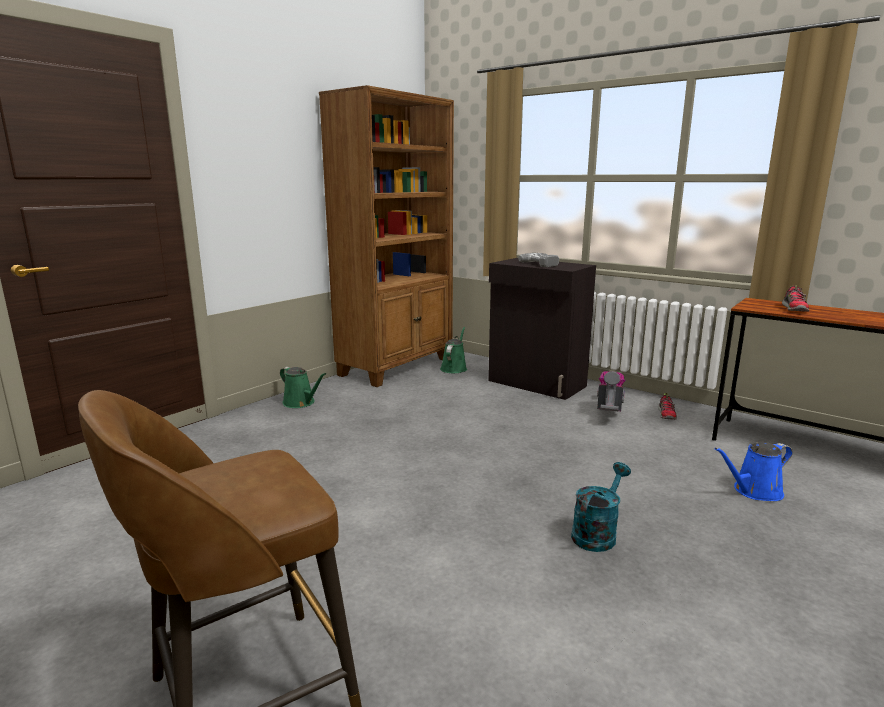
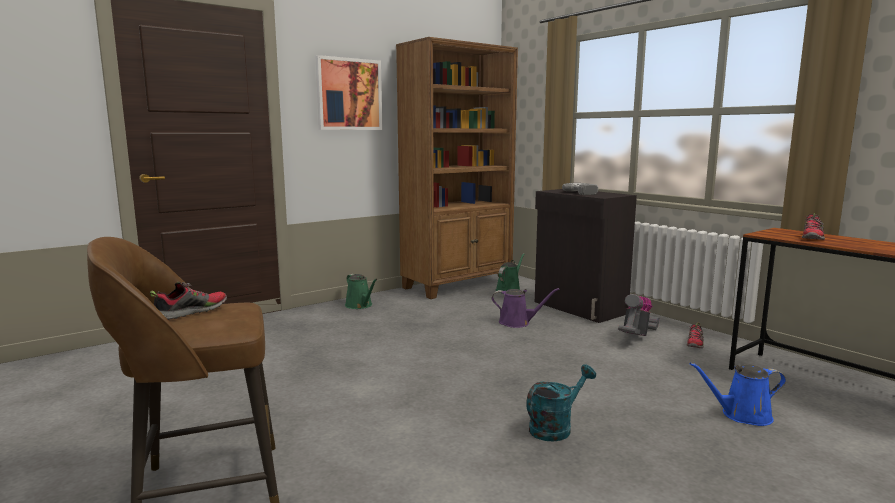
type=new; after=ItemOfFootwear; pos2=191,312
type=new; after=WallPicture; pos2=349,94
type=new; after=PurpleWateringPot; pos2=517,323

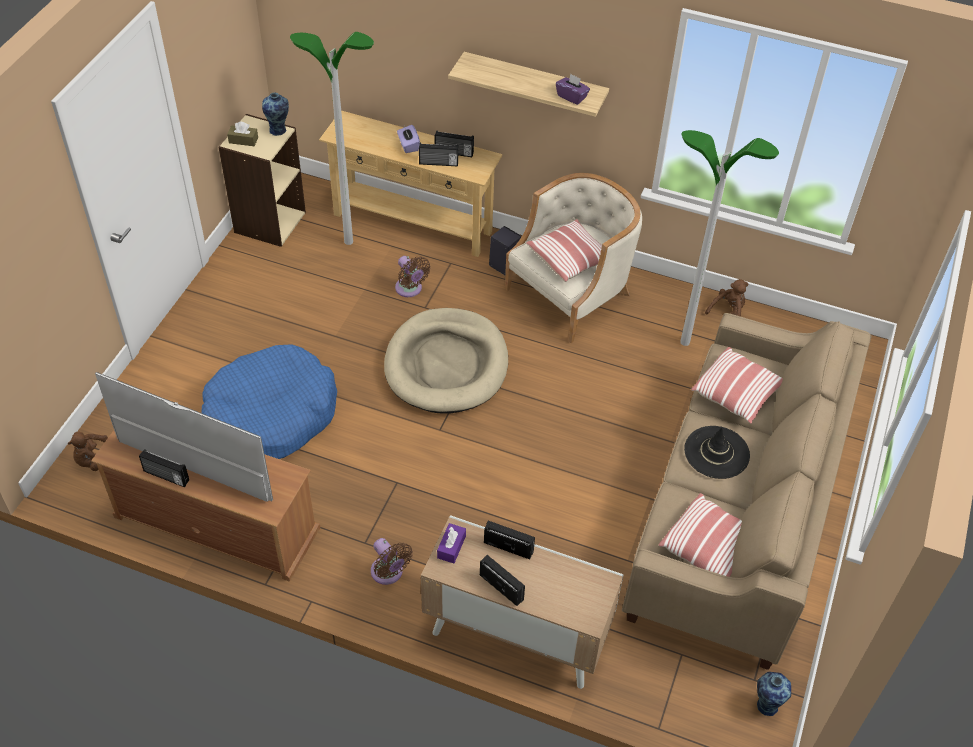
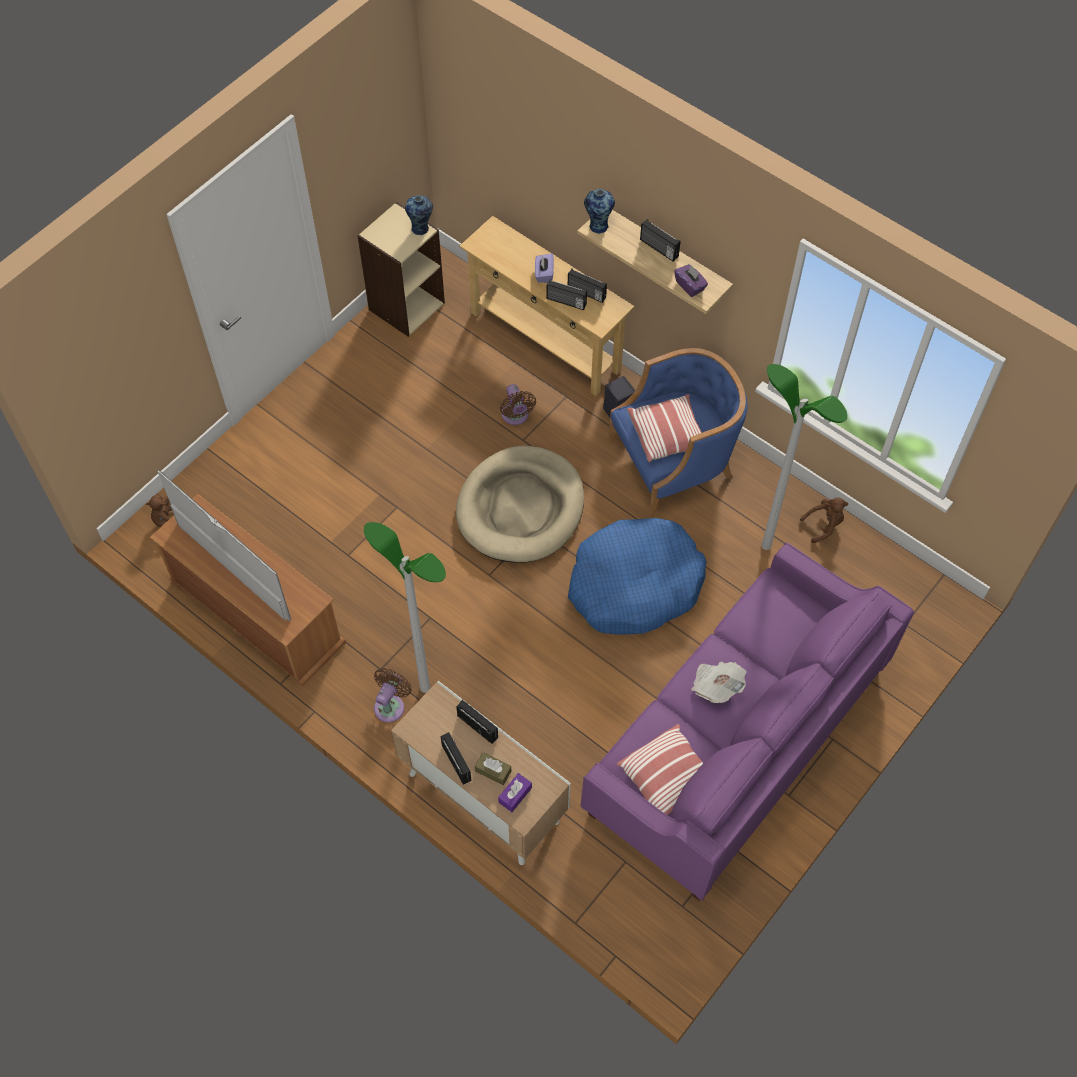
type=gone; before=Pillow; pos1=737,393
type=shifted; before=Radio; pos1=166,476; pos2=658,248
type=shifted; before=BluePetBed; pos1=269,416; pos2=634,585
type=shifted; before=BrownTissueBox; pos1=243,140; pos2=493,771
type=shifted; before=FloorLamp; pos1=349,241; pos2=425,687
type=shifted; before=PurpleTissueBox; pos1=451,547; pos2=515,795
type=shifted; before=Vase; pos1=766,705; pos2=598,225
type=swapped; before=BlackishClothingHat; after=DailyPaper; pos1=716,452; pos2=716,686
type=repainted; before=SandColouredEasyChair; after=BlueEasyChair; pos1=572,293; pos2=674,461
type=repainted; before=SandColouredSofa; after=PurpleSofa; pos1=735,515; pos2=736,741
type=rotated; before=BrownCoolingFan; pos1=388,573; pos2=391,705; turn=-135

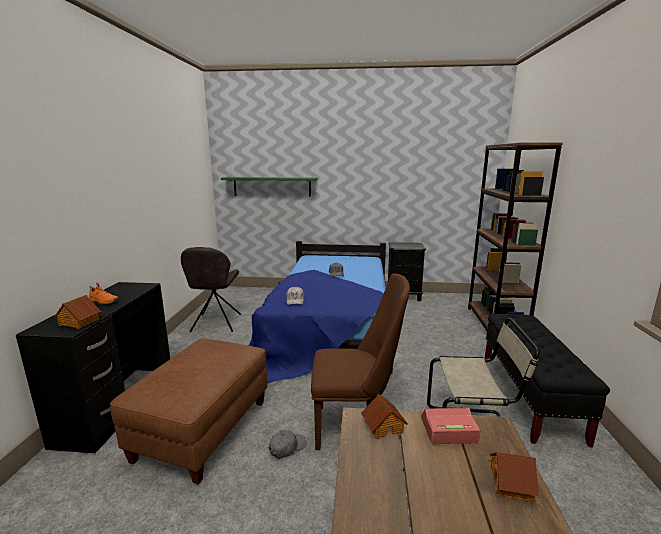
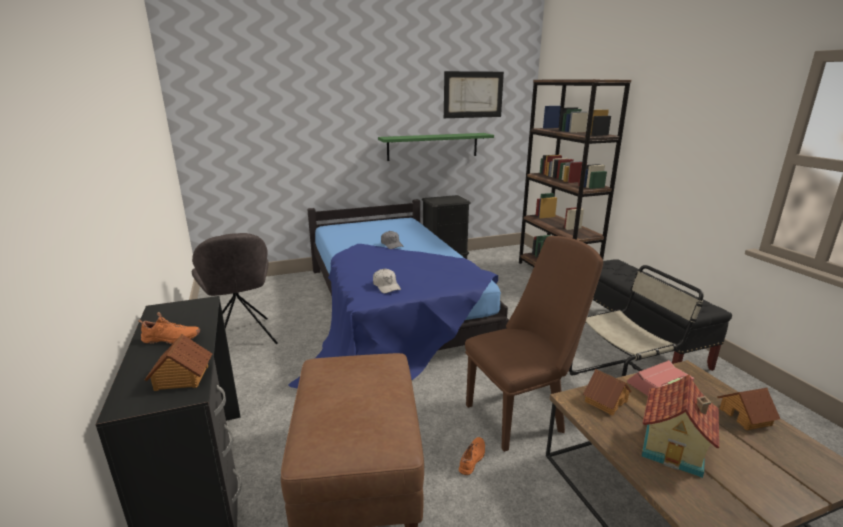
type=new; after=WallPicture; pos2=473,94
type=new; after=MiniatureHouse; pos2=675,449
type=shifted; before=GreenishShelf; pos1=272,186; pos2=433,146
type=swapped; before=GreyBaseballCap; after=OrangeyItemOfFootwear; pos1=287,447; pos2=473,459

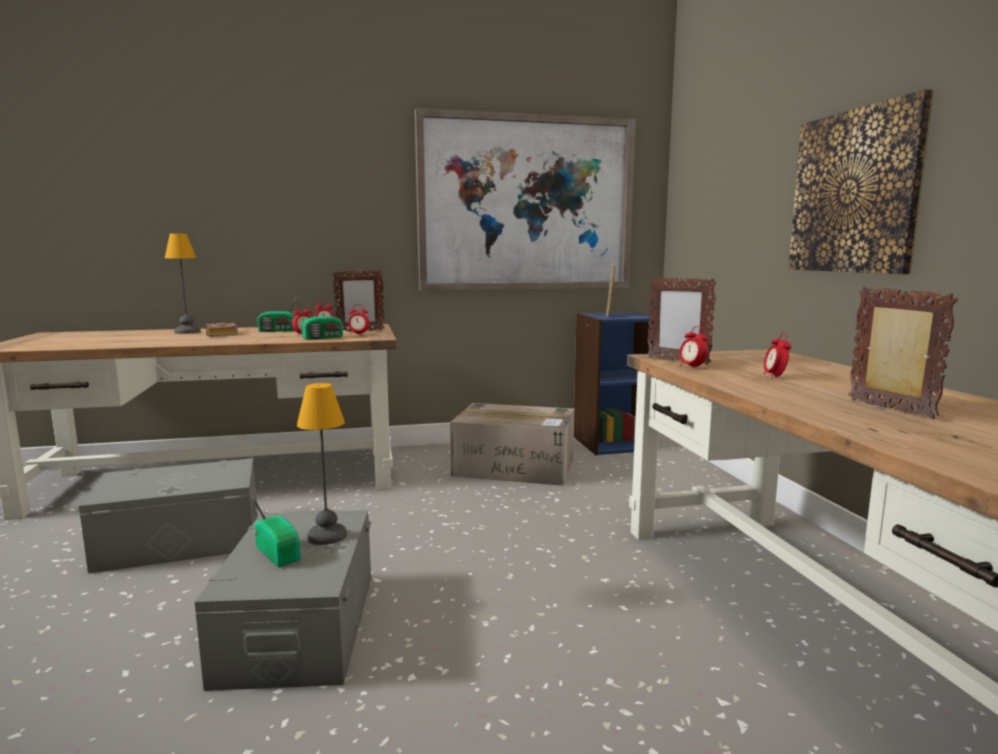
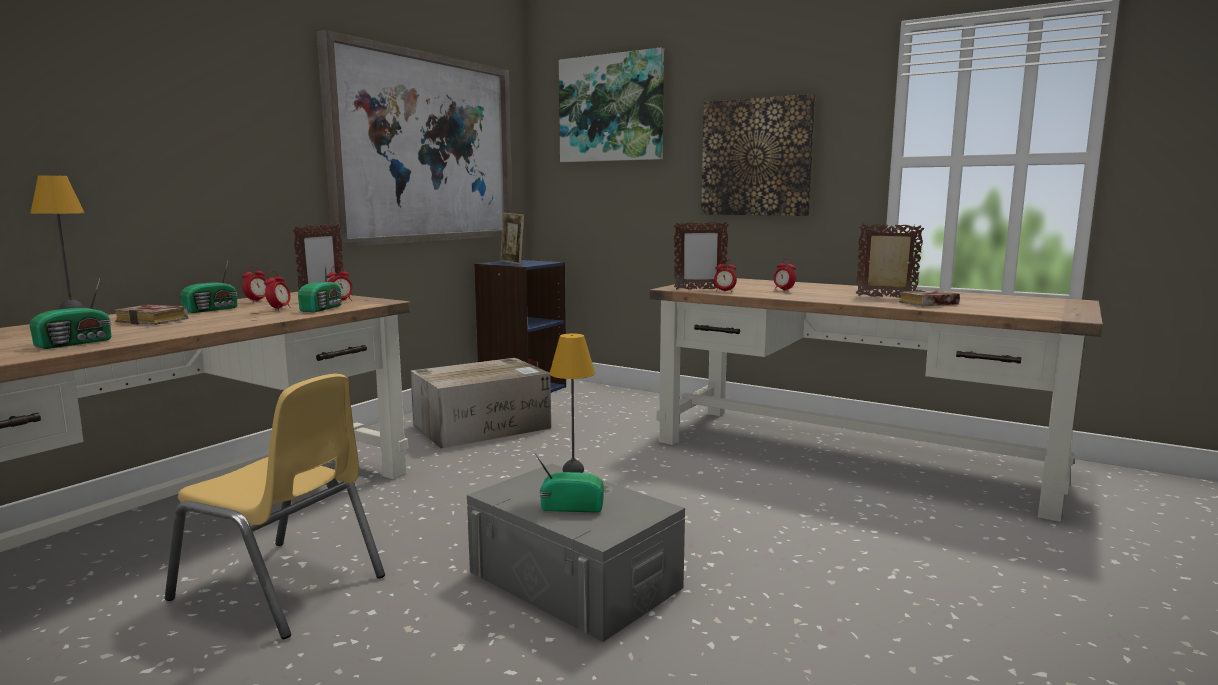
type=new; after=Radio; pos2=77,343
type=new; after=WallPicture; pos2=611,108
type=new; after=Book; pos2=928,304
type=swapped; before=GreyStorageBox; after=YellowUprightChair; pos1=181,540; pos2=280,588

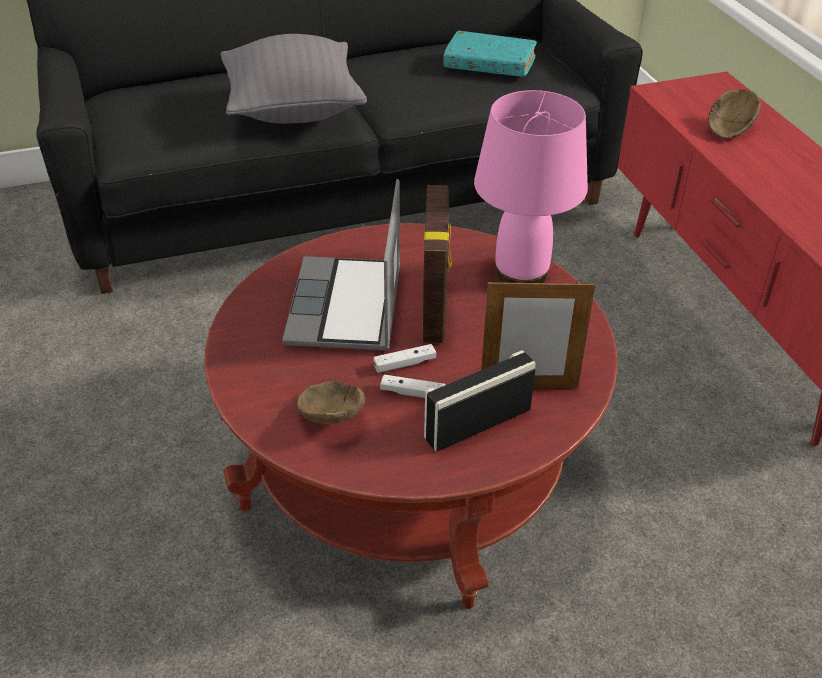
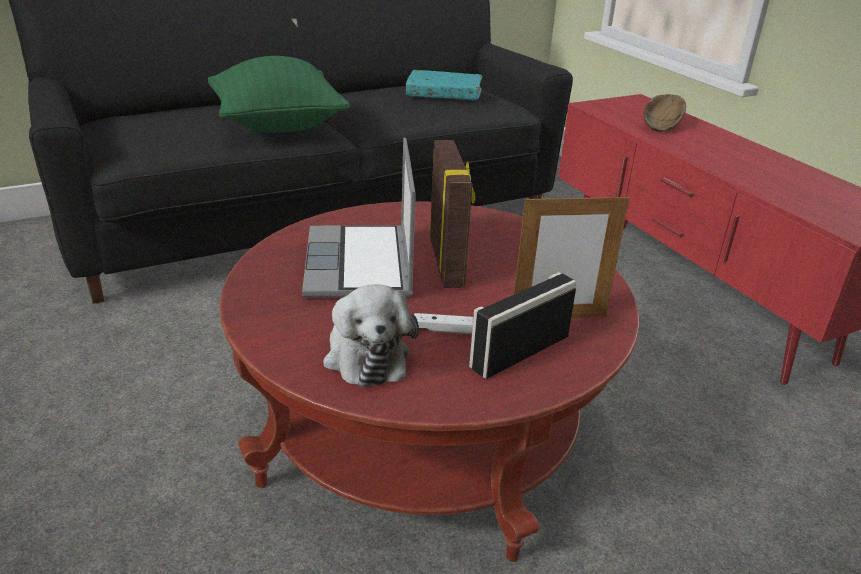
type=gone; before=WhiteGamepad; pos1=404,364
type=gone; before=PinkishTableLamp; pos1=520,274
type=swapped; before=BrownDeepDish; after=PlushToy; pos1=330,415; pos2=365,354
type=repainted; before=GreyPillow; after=GreenishPillow; pos1=293,110; pos2=278,125

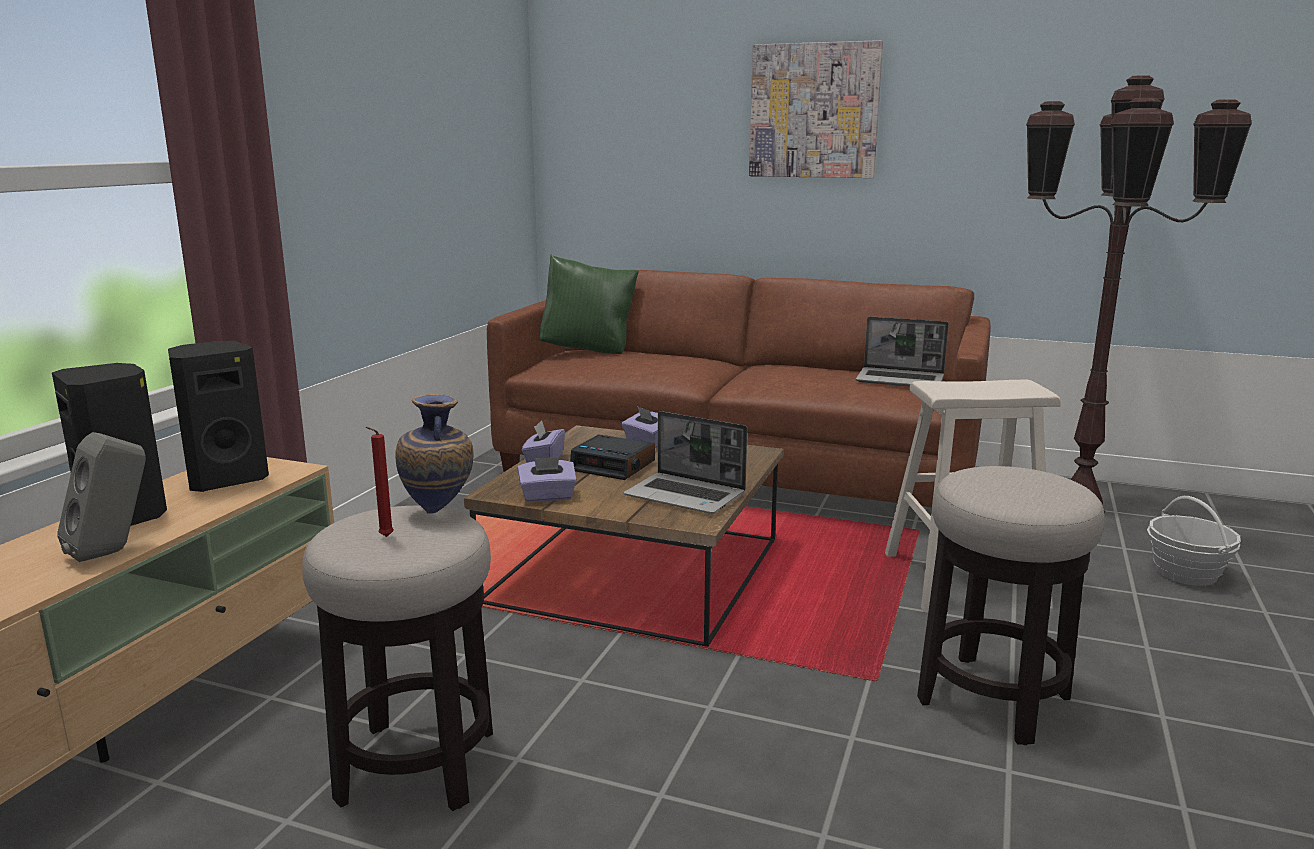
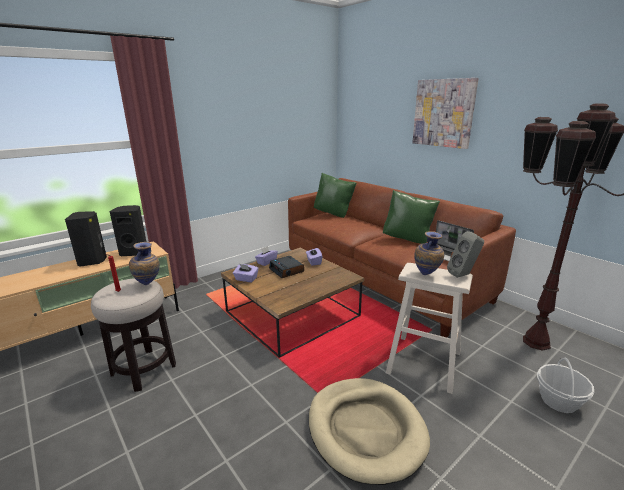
type=gone; before=NotebookComputer; pos1=686,496
type=new; after=GreenishPillow; pos2=408,239
type=new; after=Vase; pos2=426,275
type=shifted; before=GreyLoudspeaker; pos1=114,552; pos2=463,275
type=swapped; before=Stool; after=SandColouredPetBed; pos1=993,699; pos2=365,430

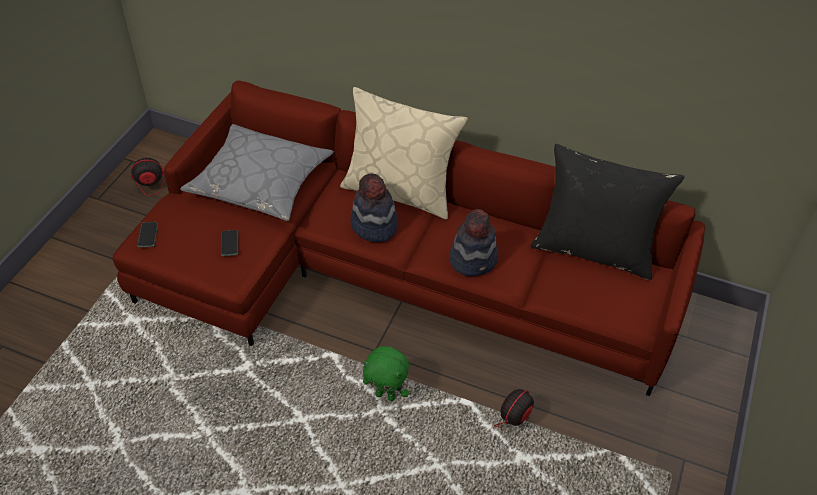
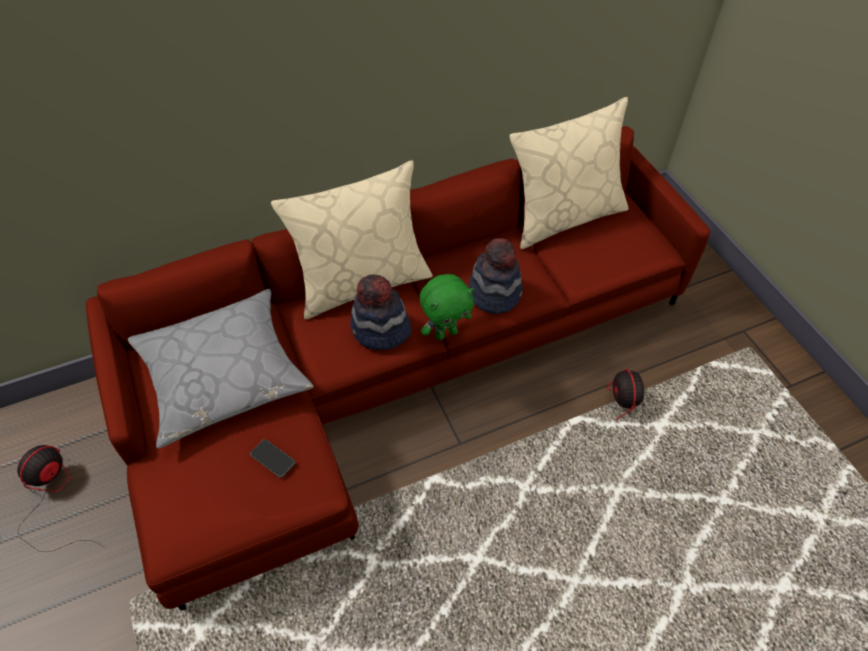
type=gone; before=Handset; pos1=148,235
type=shifted; before=GreenishPlushToy; pos1=386,395; pos2=446,333
type=repainted; before=BlackishPillow; after=SandColouredPillow; pos1=594,249; pos2=564,216

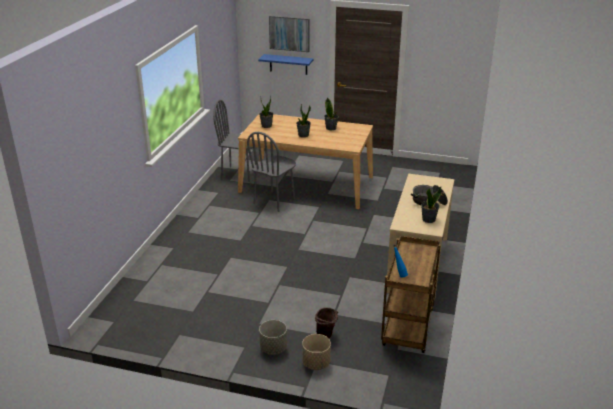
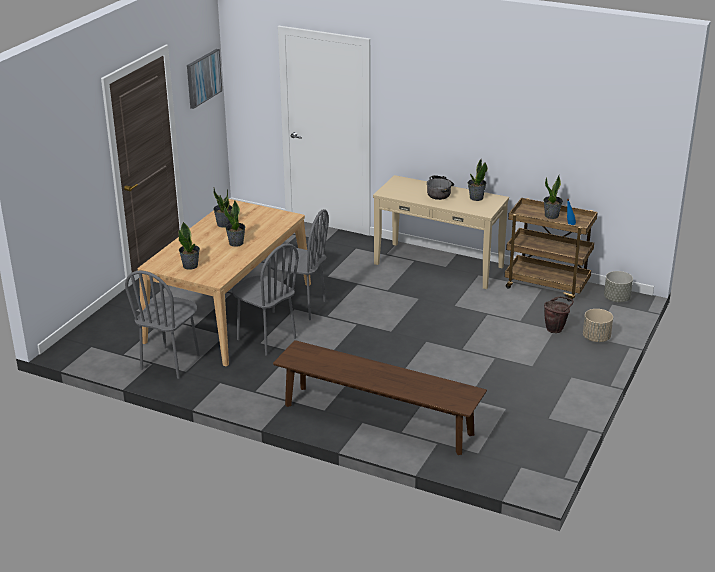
type=gone; before=BlueShelf; pos1=288,64
type=new; after=GreyUprightChair; pos2=299,306
type=new; after=BrownIndoorBench; pos2=377,419
type=new; after=PlantInAPot; pos2=551,216
type=shifted; before=GreyPlantPot; pos1=273,348; pos2=617,299
type=shifted; before=WallPicture; pos1=289,33; pos2=203,78

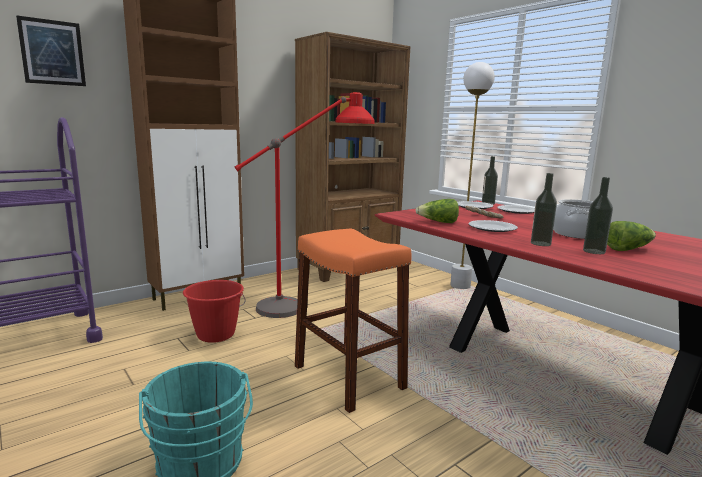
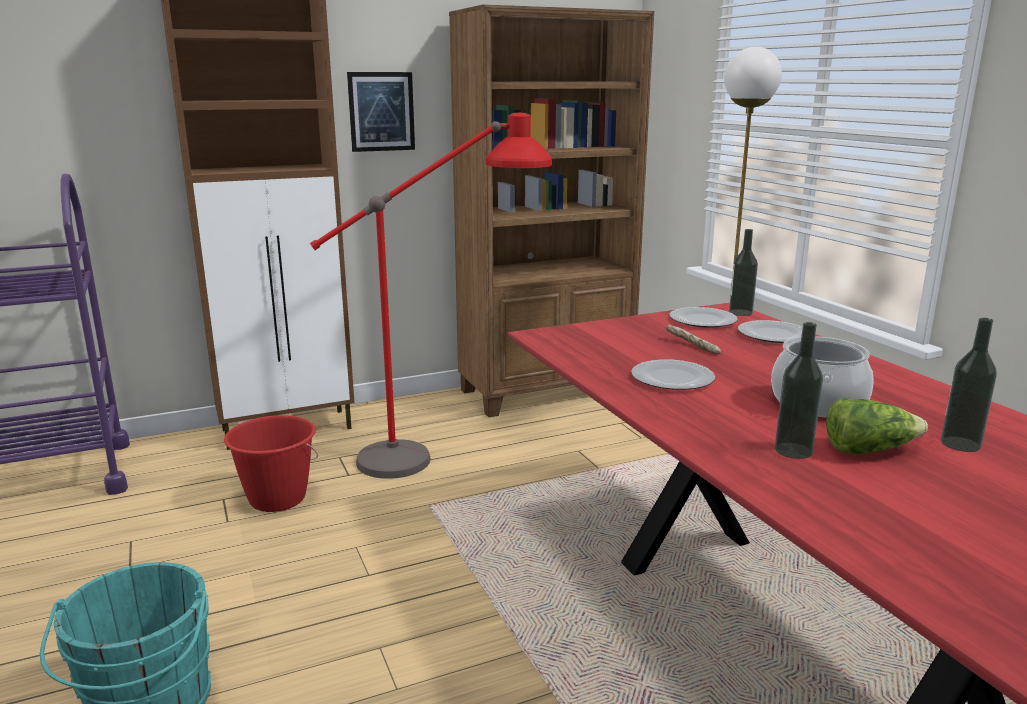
type=gone; before=OrangeyStool; pos1=348,377
type=gone; before=HeadOfLettuce; pos1=438,222
type=shifted; before=WallPicture; pos1=52,52; pos2=381,111
type=shifted; before=DrinkBottle; pos1=540,243; pos2=960,444

